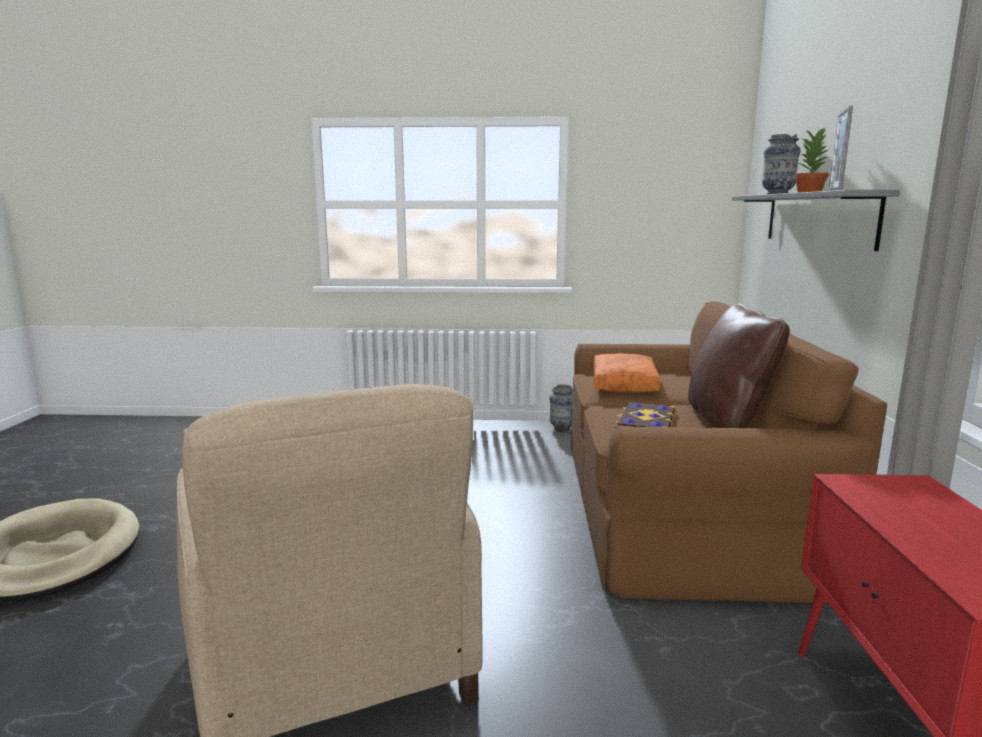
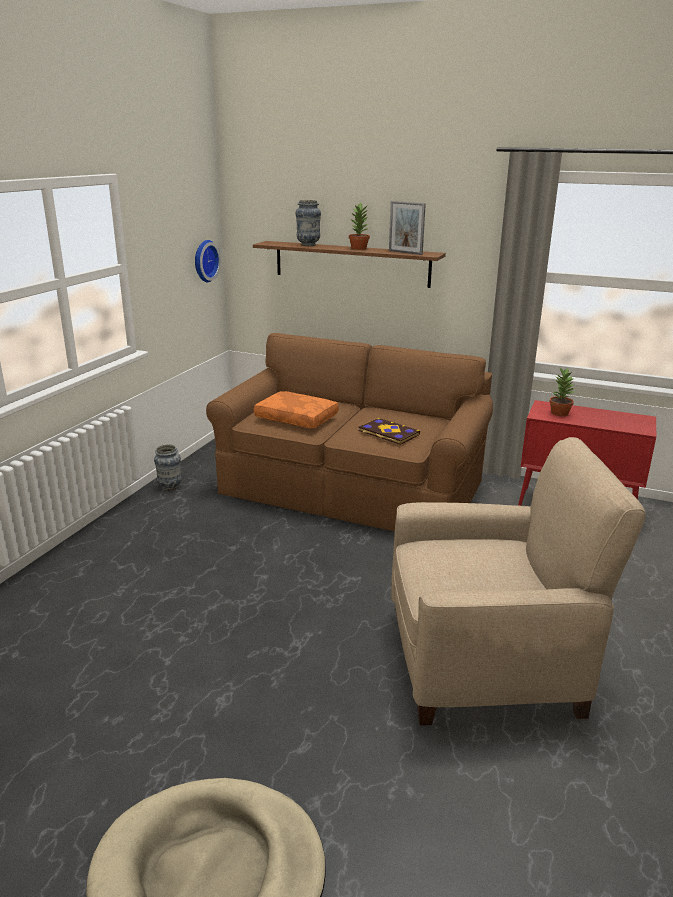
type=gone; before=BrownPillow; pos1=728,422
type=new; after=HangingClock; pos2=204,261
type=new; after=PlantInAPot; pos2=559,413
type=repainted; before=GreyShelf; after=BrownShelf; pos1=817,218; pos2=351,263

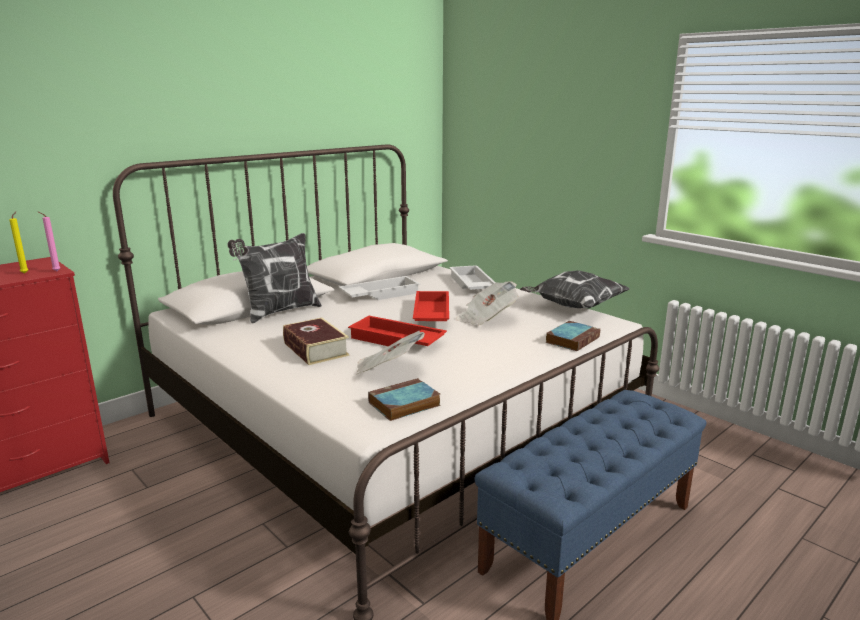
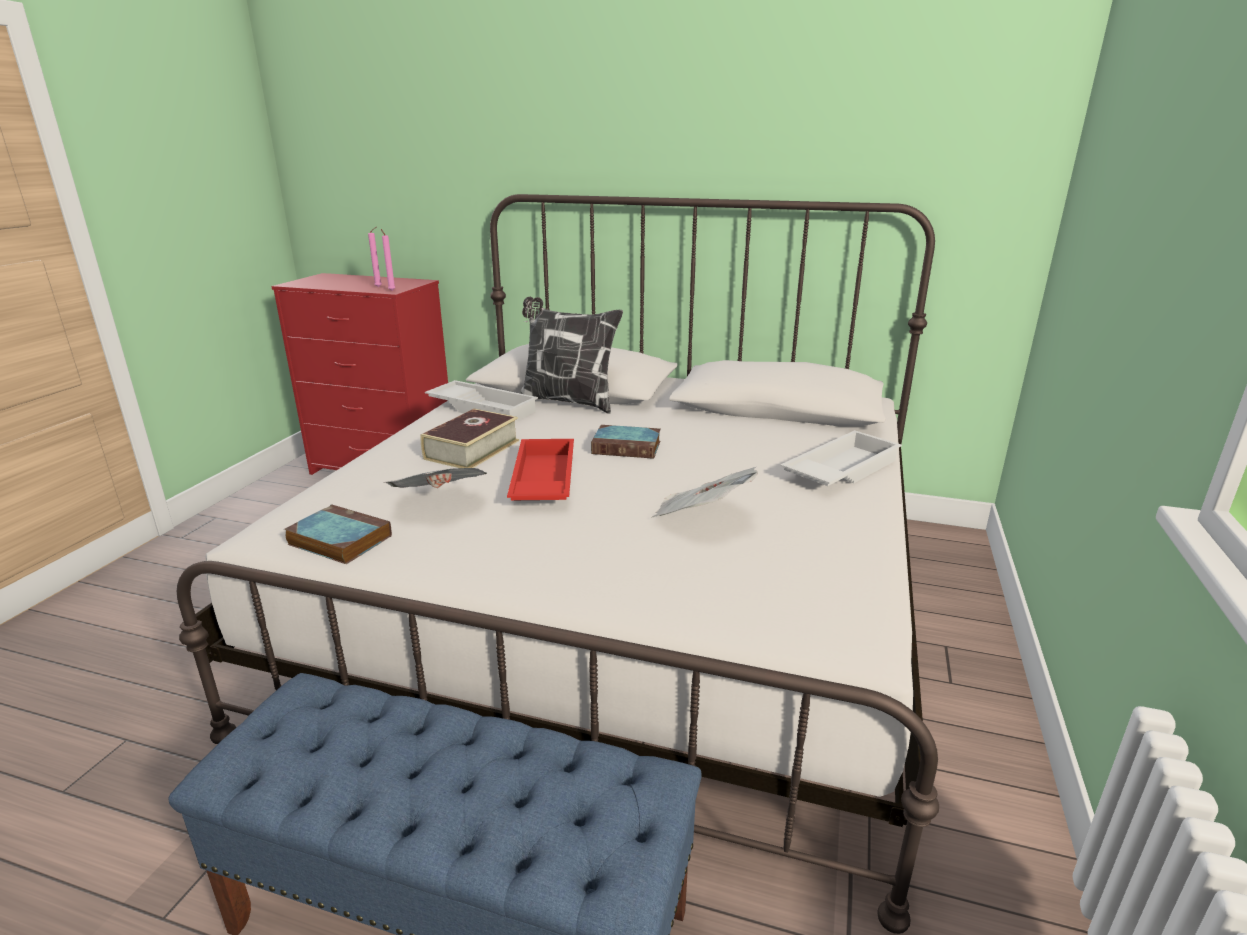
type=gone; before=RedColouredTray; pos1=430,314
type=gone; before=Pillow; pos1=573,307
type=shifted; before=WhiteTray; pos1=380,294; pos2=484,408
type=shifted; before=Book; pos1=572,339; pos2=628,447
type=repainted; before=YellowWaxLight; after=PinkishWaxLight; pos1=25,273; pos2=379,287

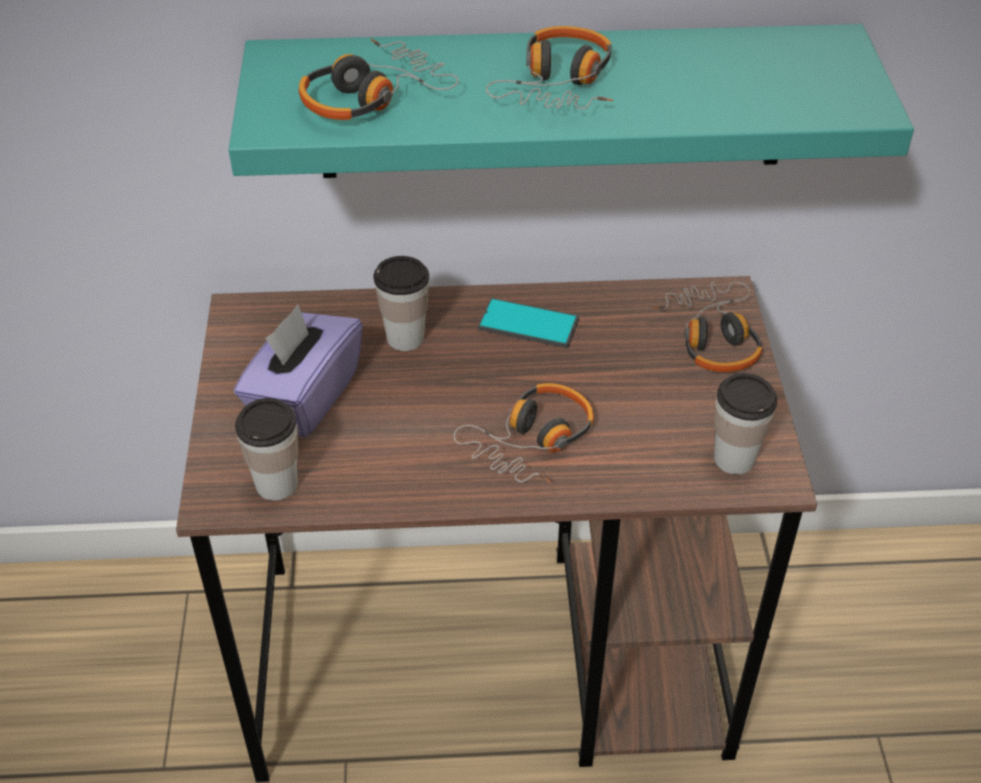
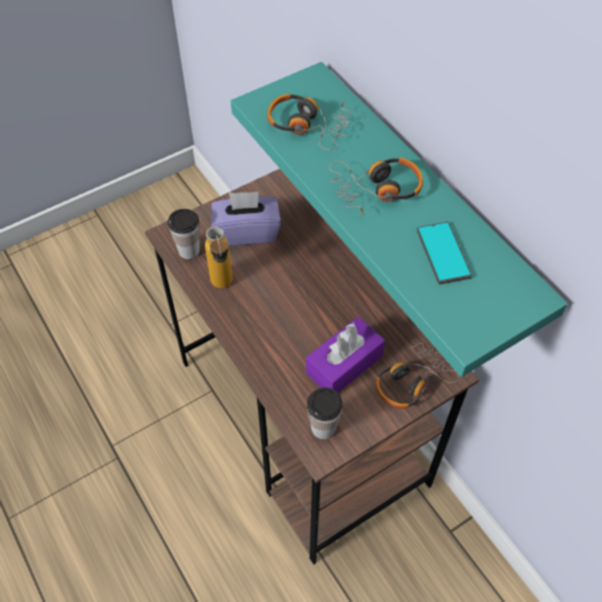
type=gone; before=Cup; pos1=405,338
type=gone; before=Headset; pos1=532,442
type=new; after=DrinkBottle; pos2=223,287
type=new; after=PurpleTissueBox; pos2=344,364
type=shifted; before=Handset; pos1=528,324; pos2=443,253

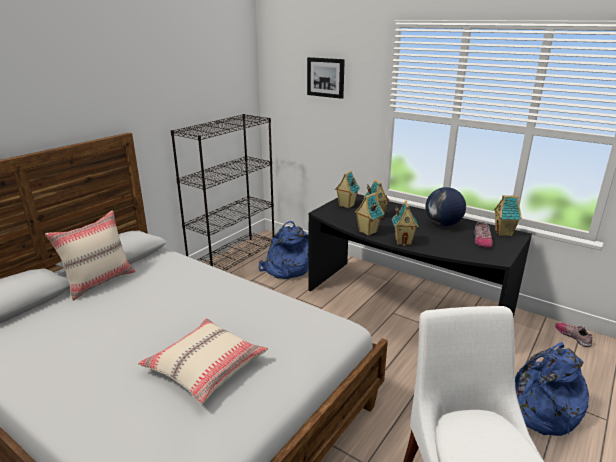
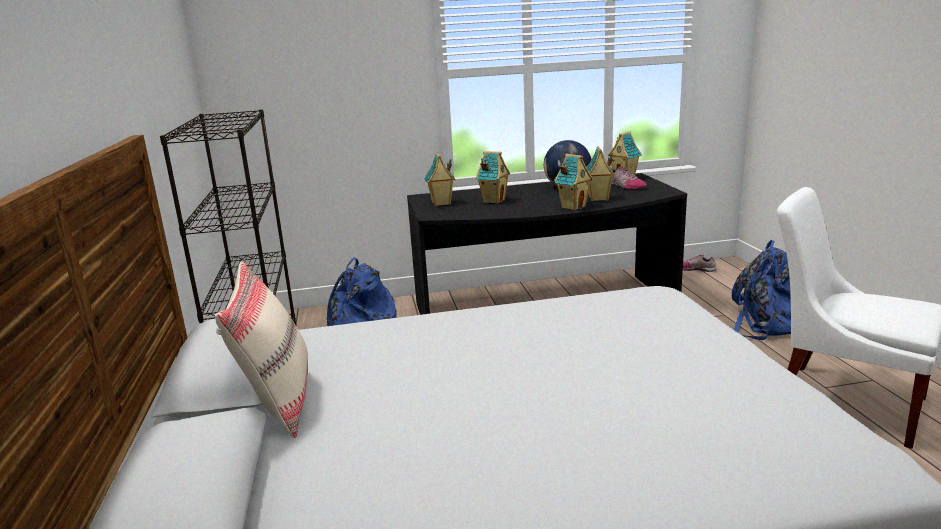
type=gone; before=SandColouredPillow; pos1=206,367
type=gone; before=WallPicture; pos1=326,77
type=shifted; before=MiniatureHouse; pos1=367,232; pos2=598,199

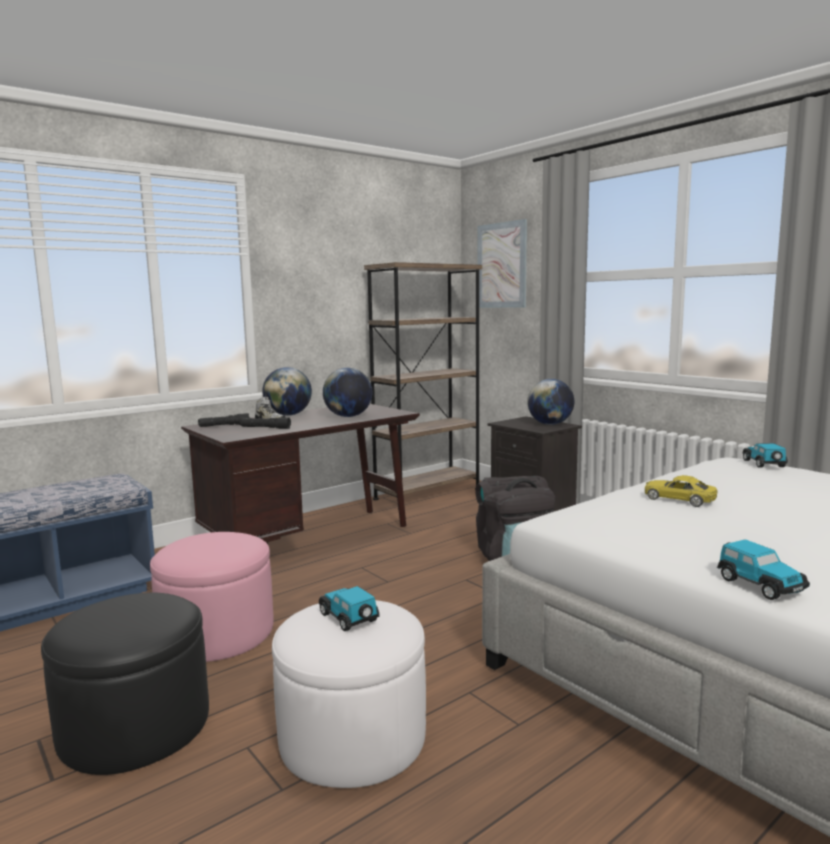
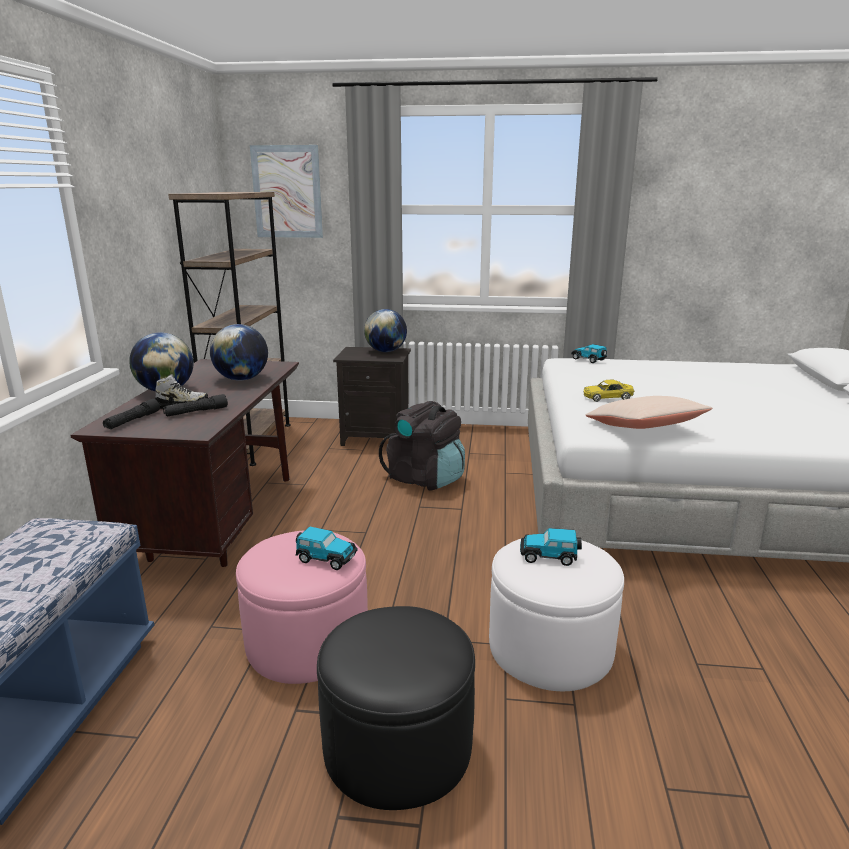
type=new; after=SandColouredPillow; pos2=644,428
type=shifted; before=ModelCar; pos1=758,585; pos2=325,558

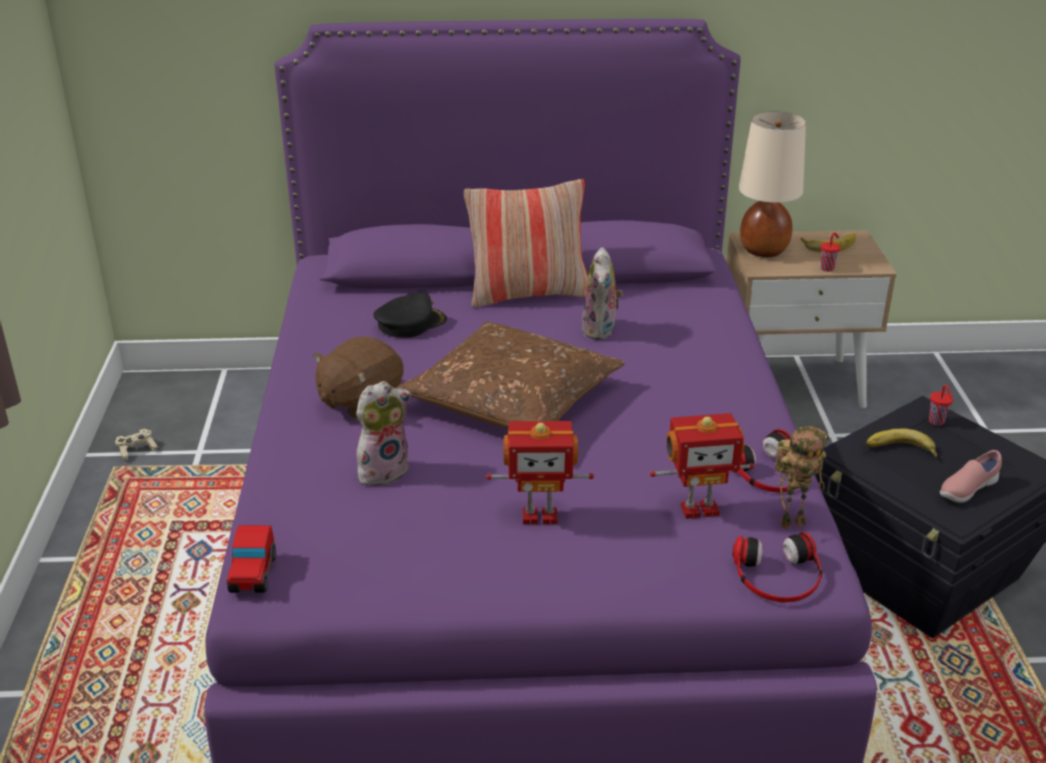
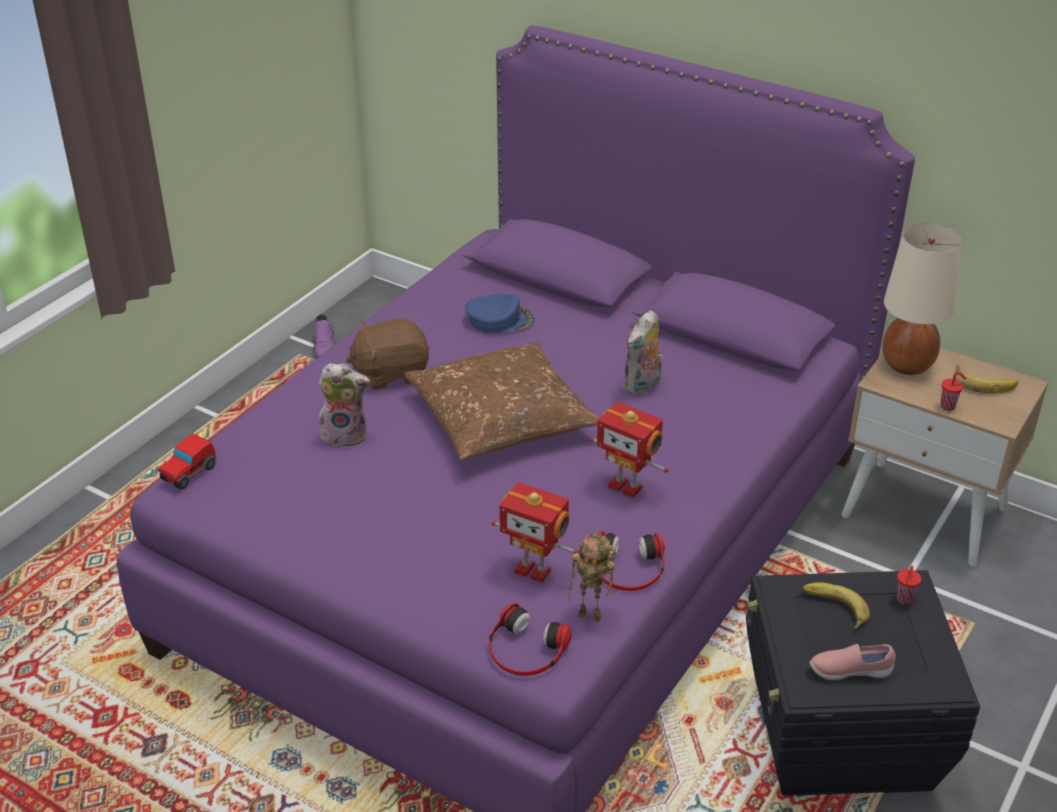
type=gone; before=Pillow; pos1=528,293
type=shifted; before=ModelRobot; pos1=539,515; pos2=626,486
type=swapped; before=SandColouredGamepad; after=PurpleItemOfFootwear; pos1=137,450; pos2=326,347
type=repainted; before=BlackishBaseballCap; after=BlueBaseballCap; pos1=410,323; pos2=500,320

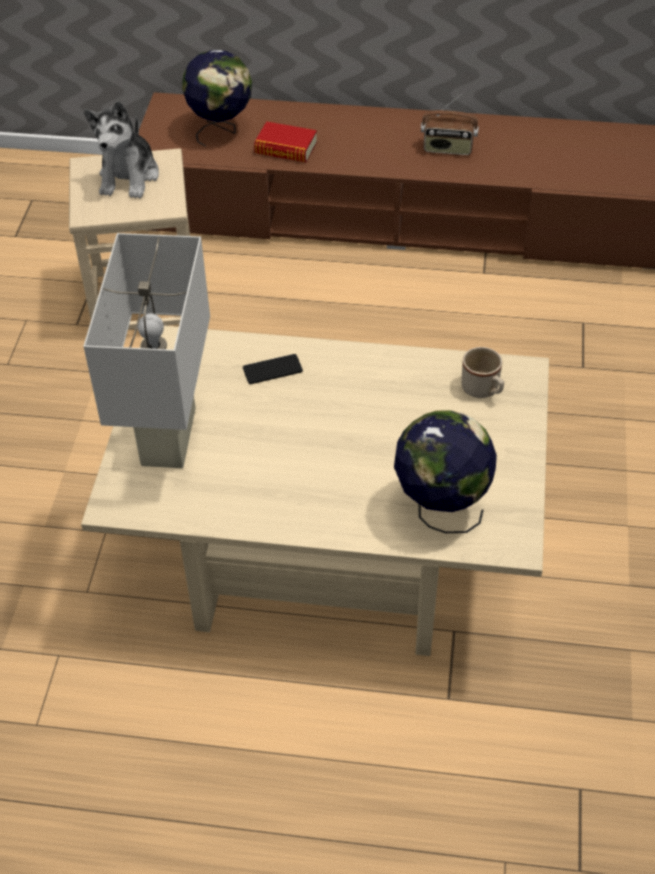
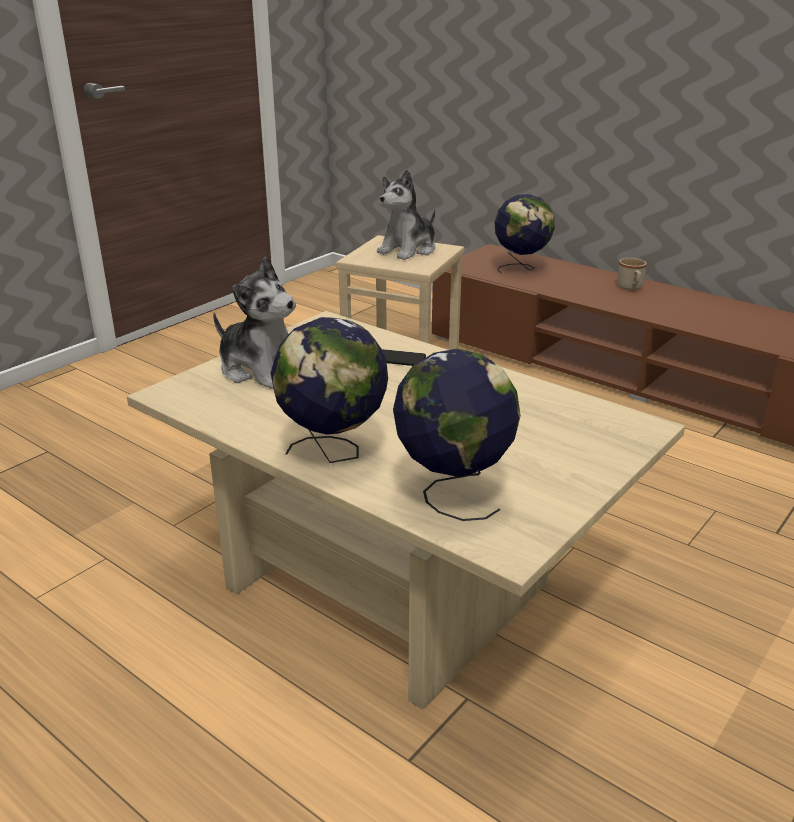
type=gone; before=Book; pos1=286,148
type=gone; before=Radio; pos1=448,148
type=new; after=WorldGlobe; pos2=333,453
type=shifted; before=SandColouredMug; pos1=483,390; pos2=630,288
type=swapped; before=WhiteTableLamp; after=PlushToy; pos1=168,436; pos2=261,370

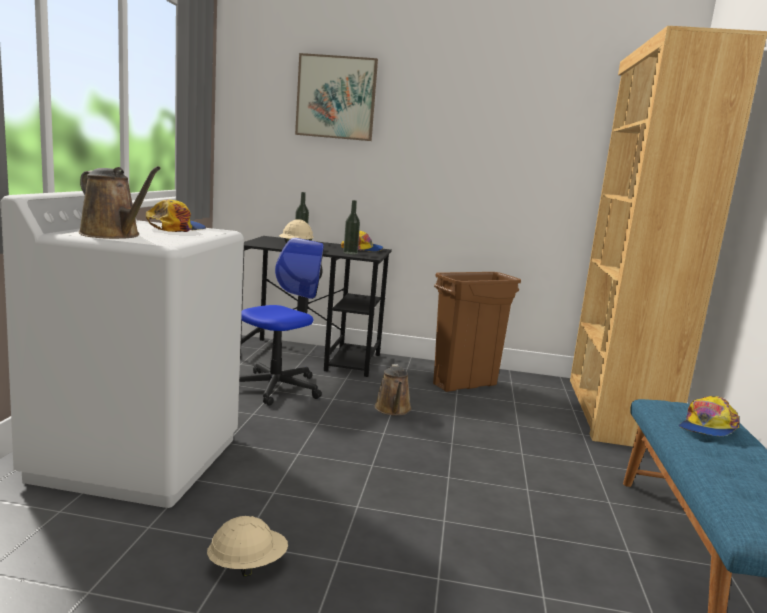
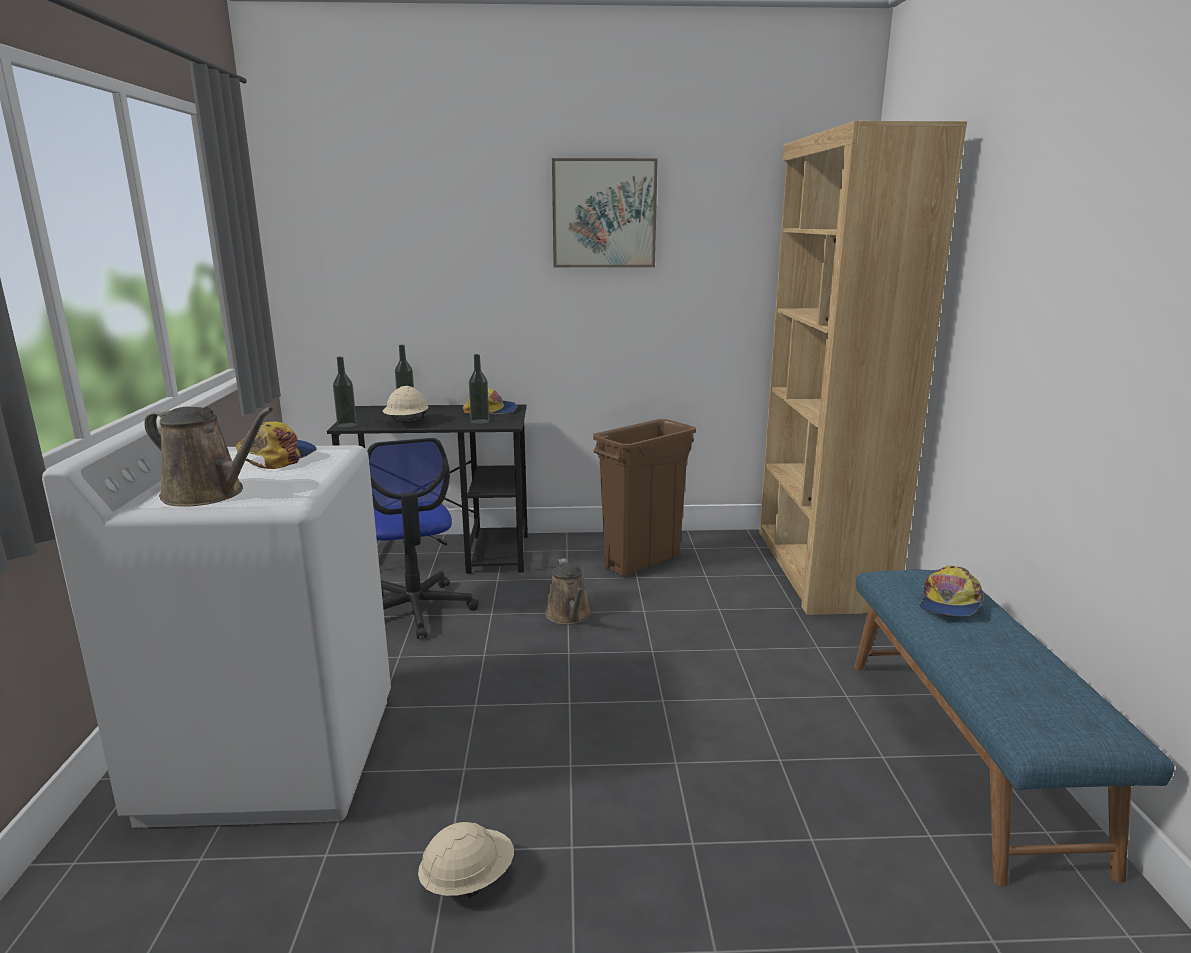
type=new; after=DrinkBottle; pos2=347,425
type=shifted; before=WallPicture; pos1=336,97; pos2=604,213
type=rotated; before=OfficeChair; pos1=276,387; pos2=415,610; turn=135

